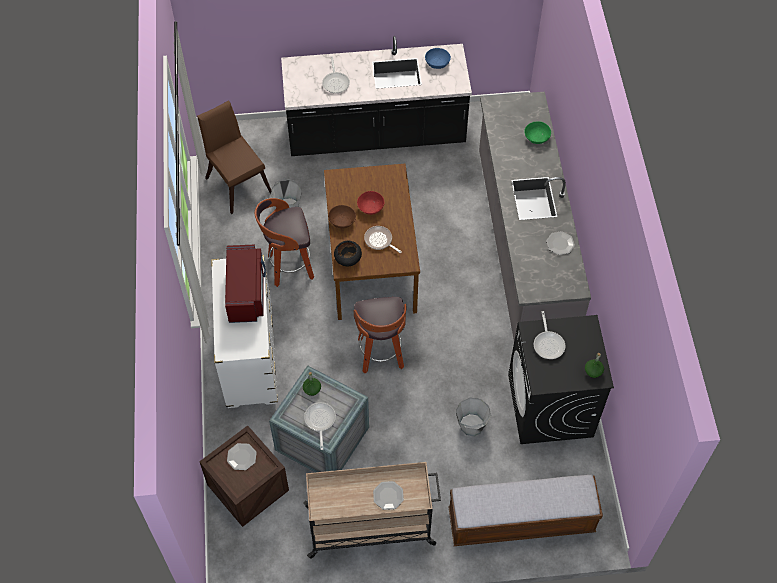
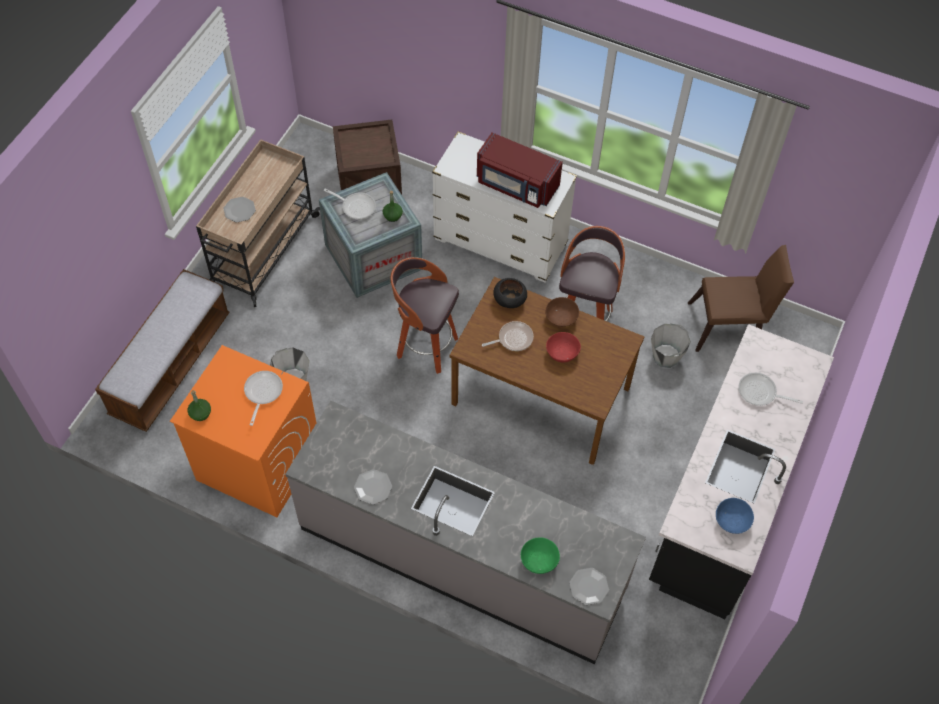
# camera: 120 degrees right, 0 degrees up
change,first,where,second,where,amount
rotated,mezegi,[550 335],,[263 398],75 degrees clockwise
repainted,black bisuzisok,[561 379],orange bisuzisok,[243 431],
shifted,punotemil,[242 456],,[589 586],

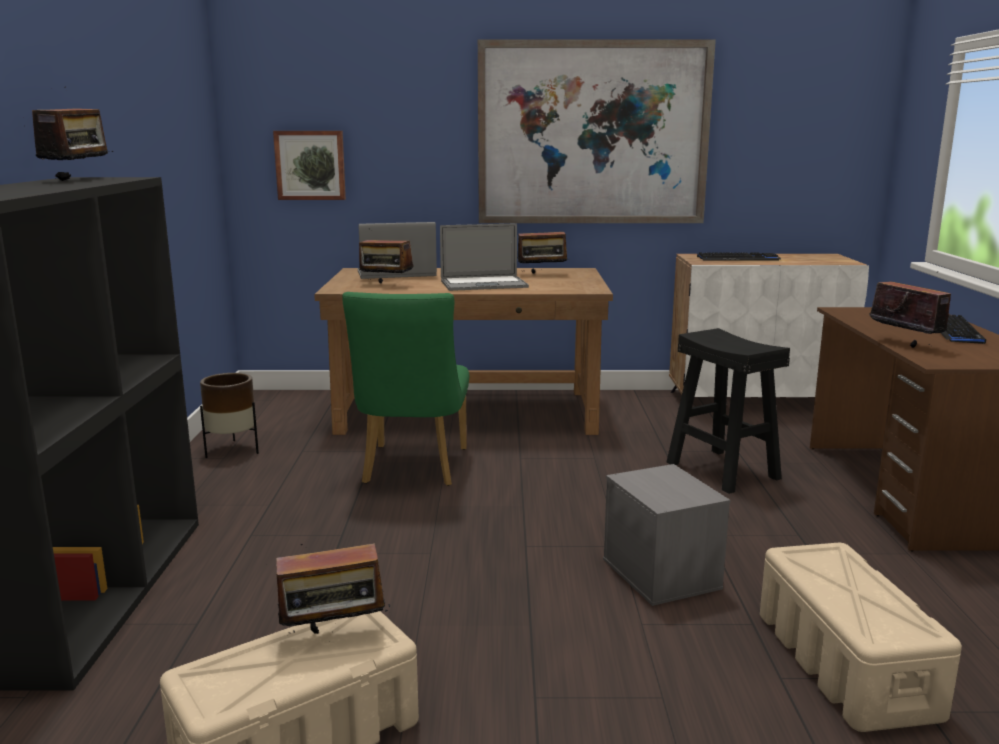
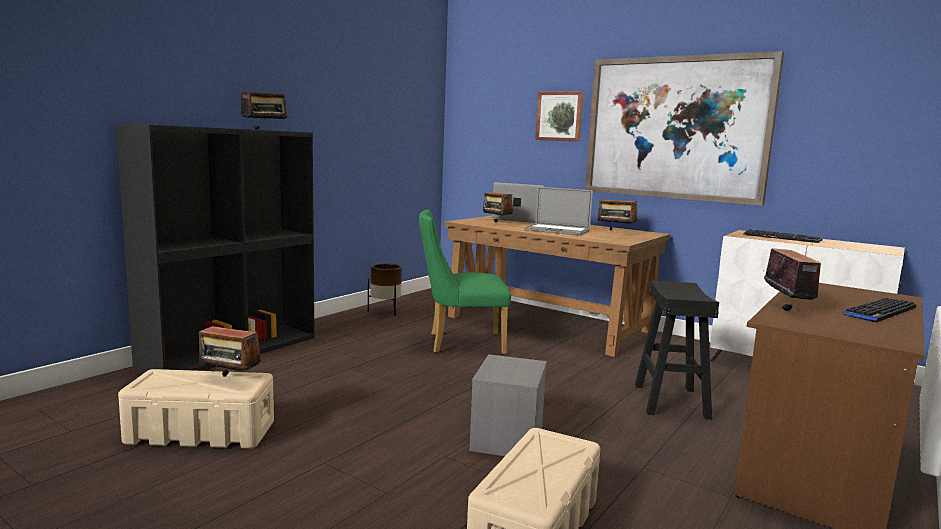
# camera: 35 degrees right, 5 degrees down
change,first,where,second,where,amount
shifted,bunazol,[309 165],,[559 116],
rotated,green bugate,[405 389],,[465 282],45 degrees clockwise

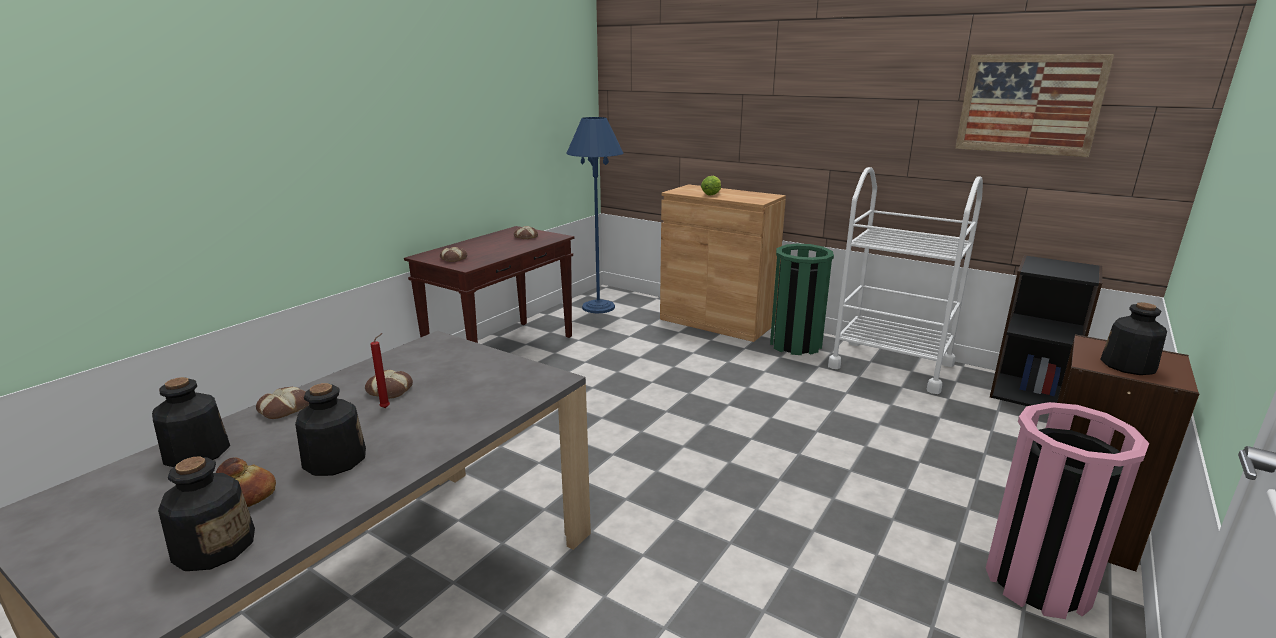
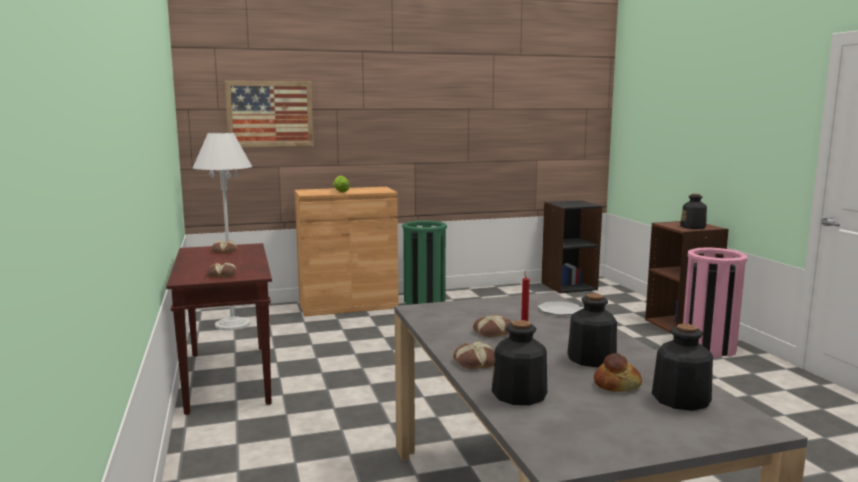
# camera: 50 degrees left, 10 degrees down
change,first,where,second,where,amount
shifted,bunazol,[1034 105],,[269 114],
repainted,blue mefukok,[594 215],white mefukok,[222 231],
gone,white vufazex,[905 280],,,
new,,,punotemil,[560 308],

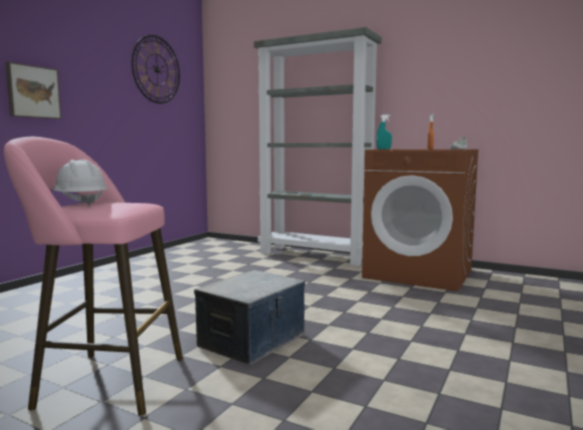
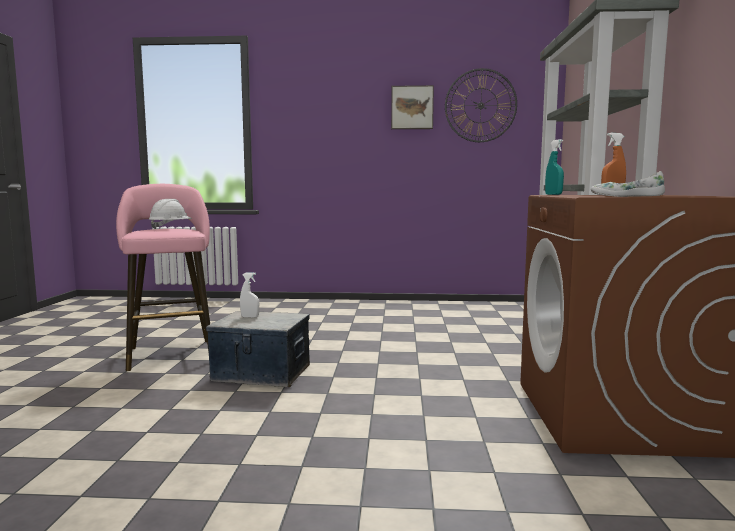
# camera: 65 degrees right, 0 degrees up
change,first,where,second,where,amount
shifted,bunazol,[33 90],,[412 107],
new,,,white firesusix,[249 295],

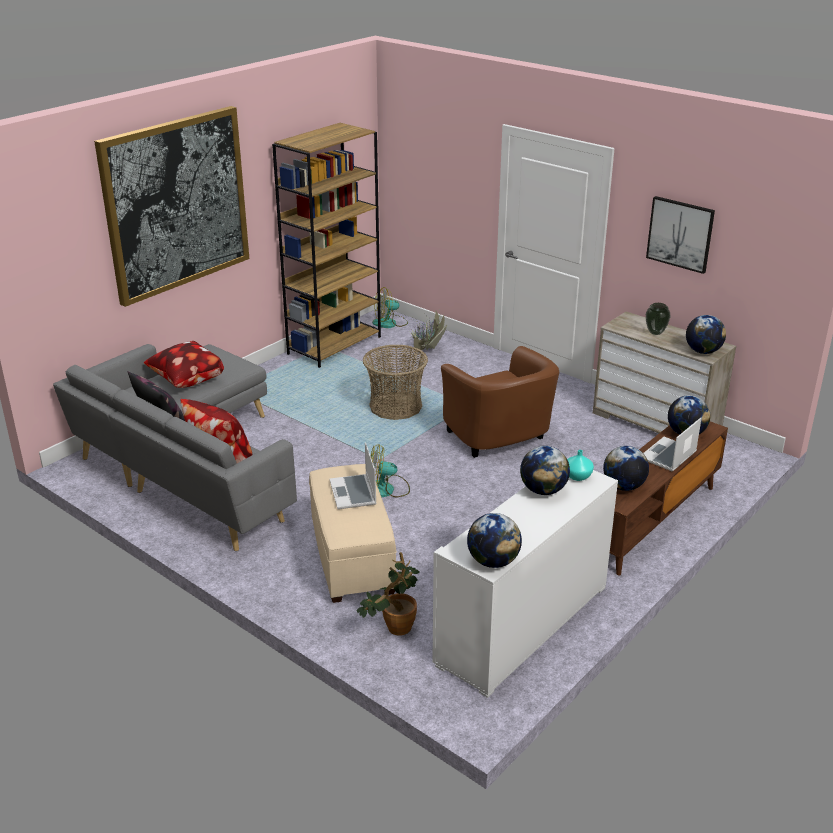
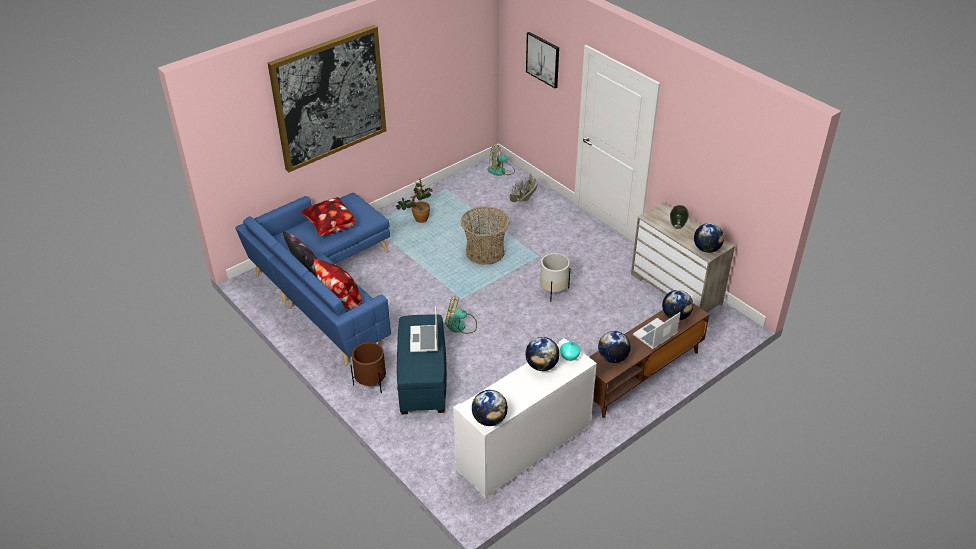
# camera: 10 degrees right, 10 degrees up
change,first,where,second,where,amount
gone,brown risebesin,[326 245],,,
shifted,bunazol,[680 235],,[542 60],
repainted,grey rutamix,[175 447],blue rutamix,[313 279],
swapped,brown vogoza,[500 402],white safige,[555 277],
repainted,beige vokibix,[353 533],blue vokibix,[422 364],
shifted,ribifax,[388 594],,[414 200],
new,,,brown safige,[368 367],

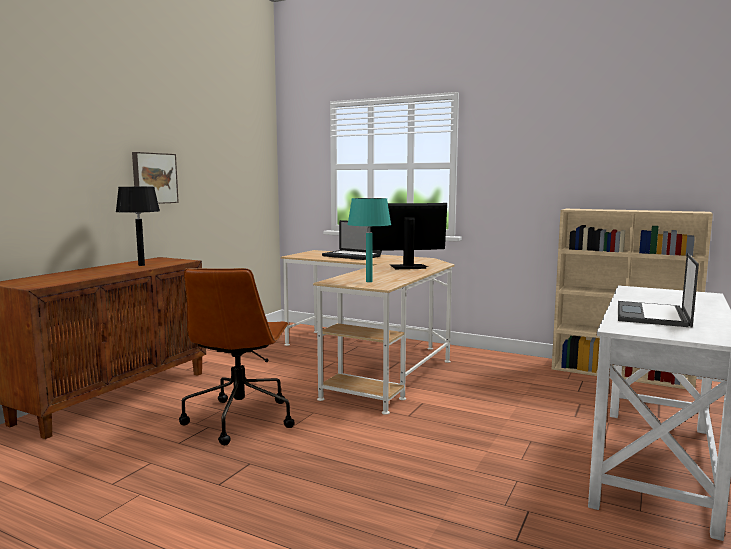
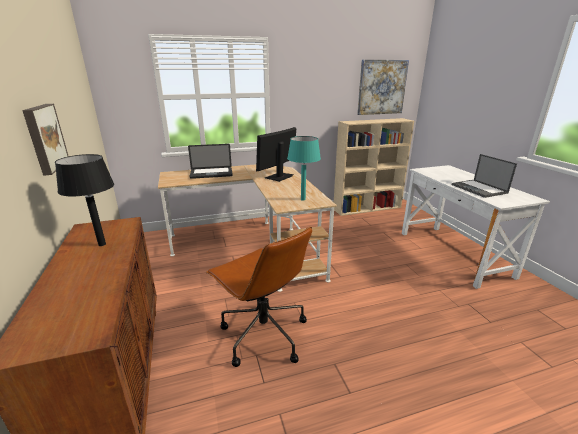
# camera: 45 degrees left, 15 degrees up
change,first,where,second,where,amount
new,,,bunazol,[383 87],

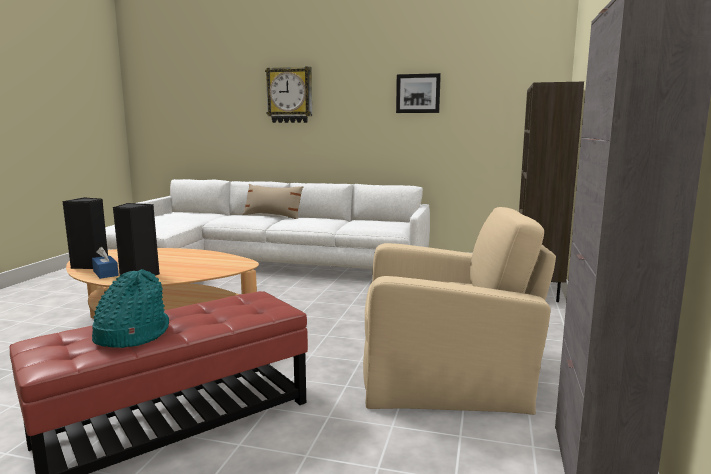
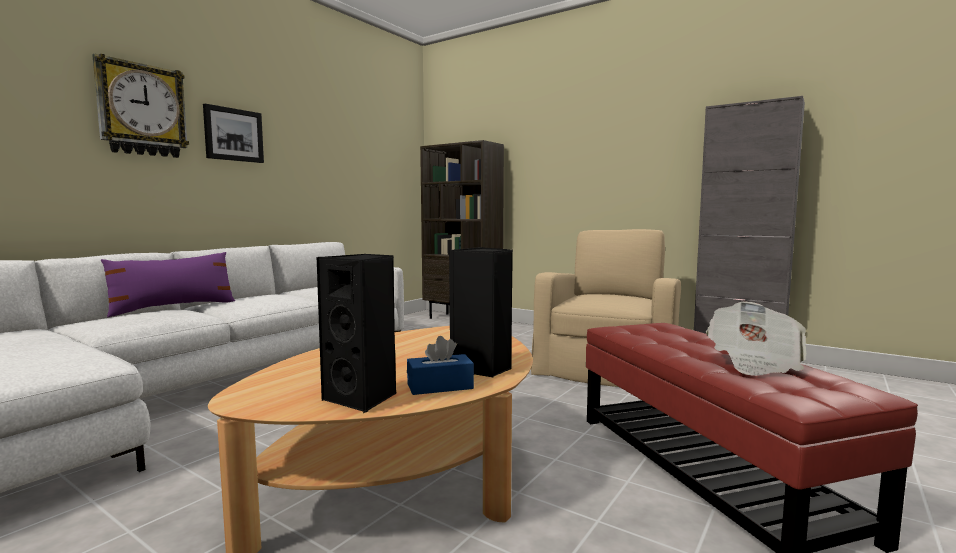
# camera: 70 degrees left, 5 degrees down
change,first,where,second,where,amount
shifted,bunazol,[418 93],,[233 133],
repainted,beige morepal,[273 201],purple morepal,[168 284],
swapped,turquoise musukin,[130 308],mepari,[756 338],

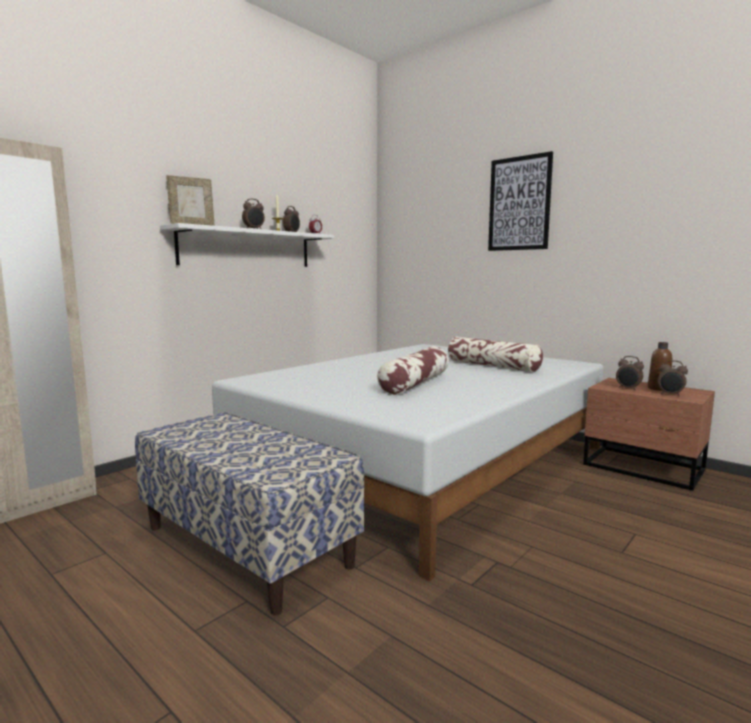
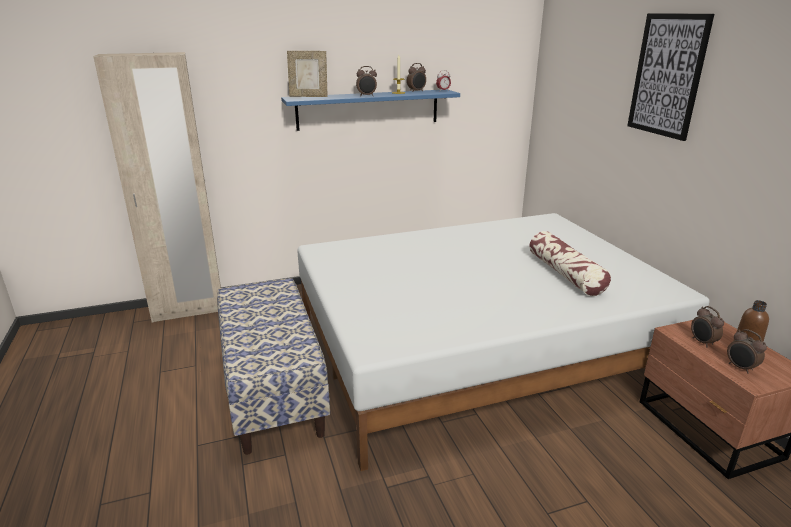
# camera: 30 degrees right, 15 degrees up
change,first,where,second,where,amount
repainted,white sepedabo,[247 245],blue sepedabo,[370 110],
gone,morepal,[413 370],,,

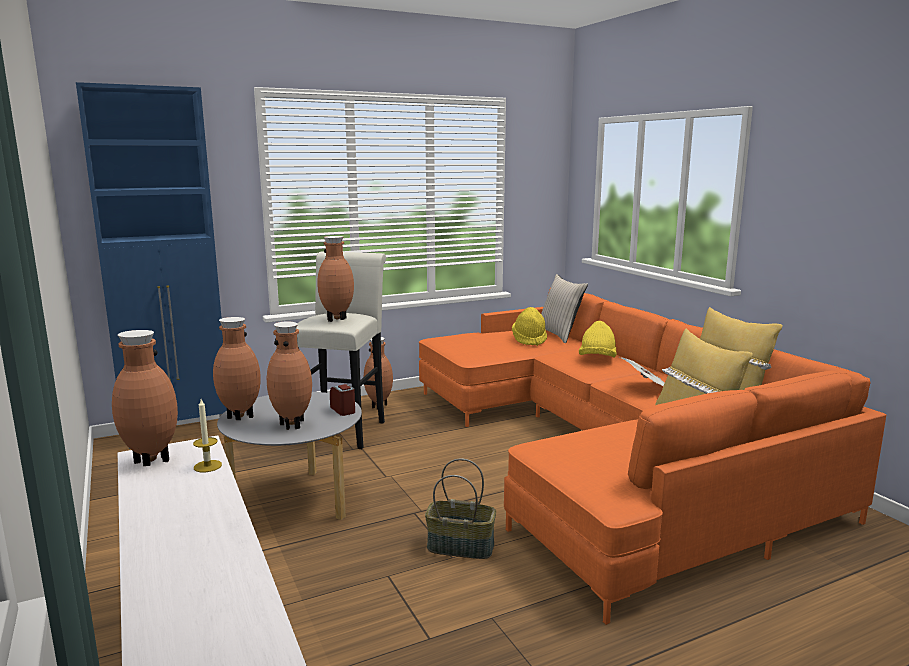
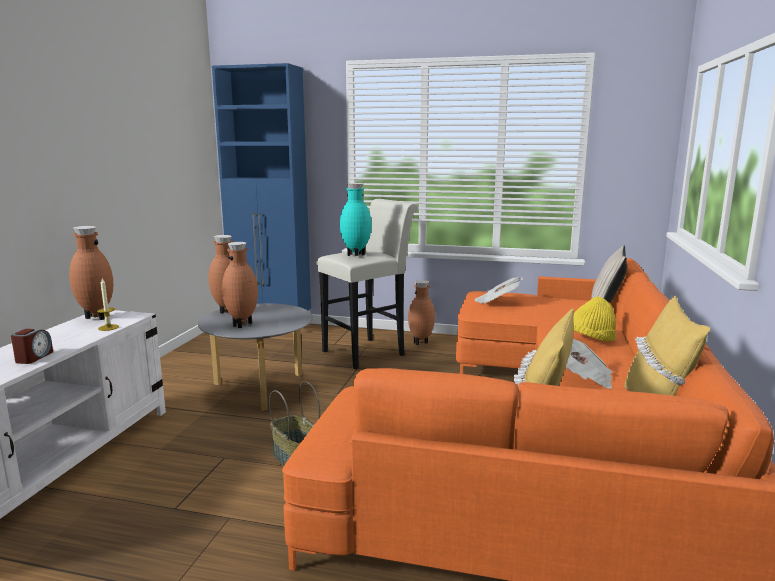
# camera: 40 degrees right, 0 degrees up
change,first,where,second,where,amount
repainted,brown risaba,[335 279],turquoise risaba,[355 219],
gone,yellow musukin,[529 326],,,
shifted,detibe,[342 400],,[32 346],
new,,,mepari,[498 290],

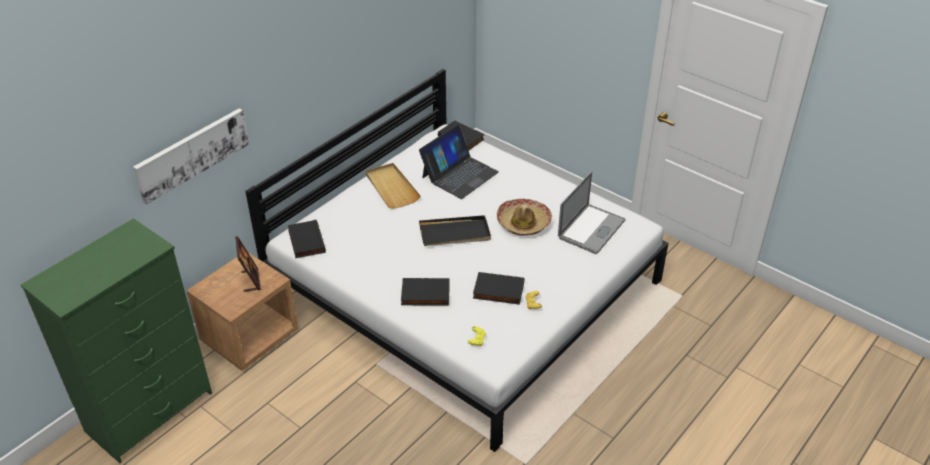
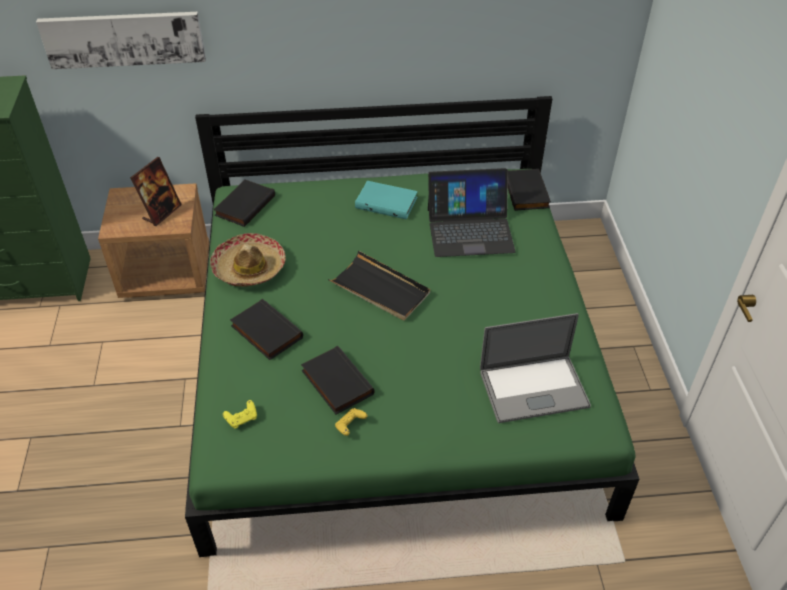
# camera: 45 degrees right, 5 degrees up
change,first,where,second,where,amount
repainted,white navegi,[456 260],green navegi,[412 326],
swapped,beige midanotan,[393 185],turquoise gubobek,[386 200],
shifted,musukin,[524 217],,[248 260],

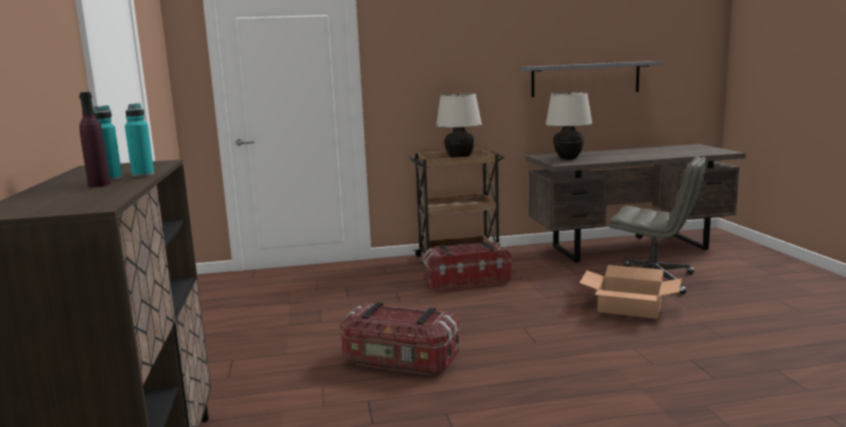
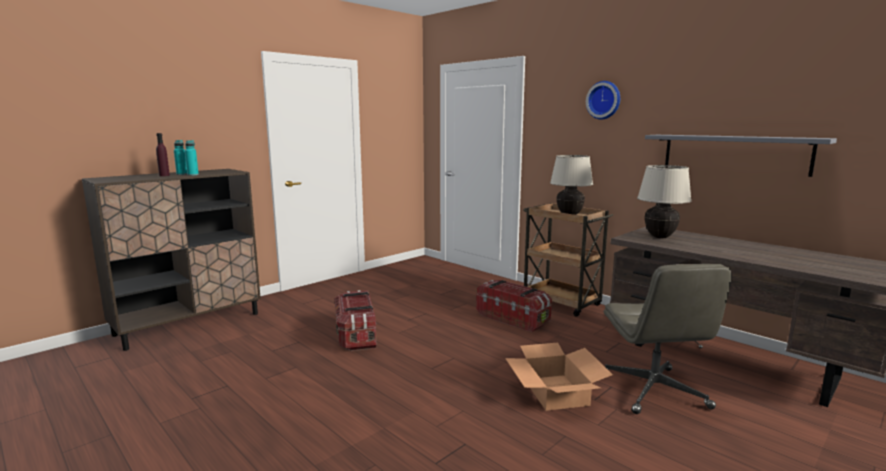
# camera: 55 degrees right, 0 degrees up
change,first,where,second,where,amount
new,,,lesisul,[603 100],

